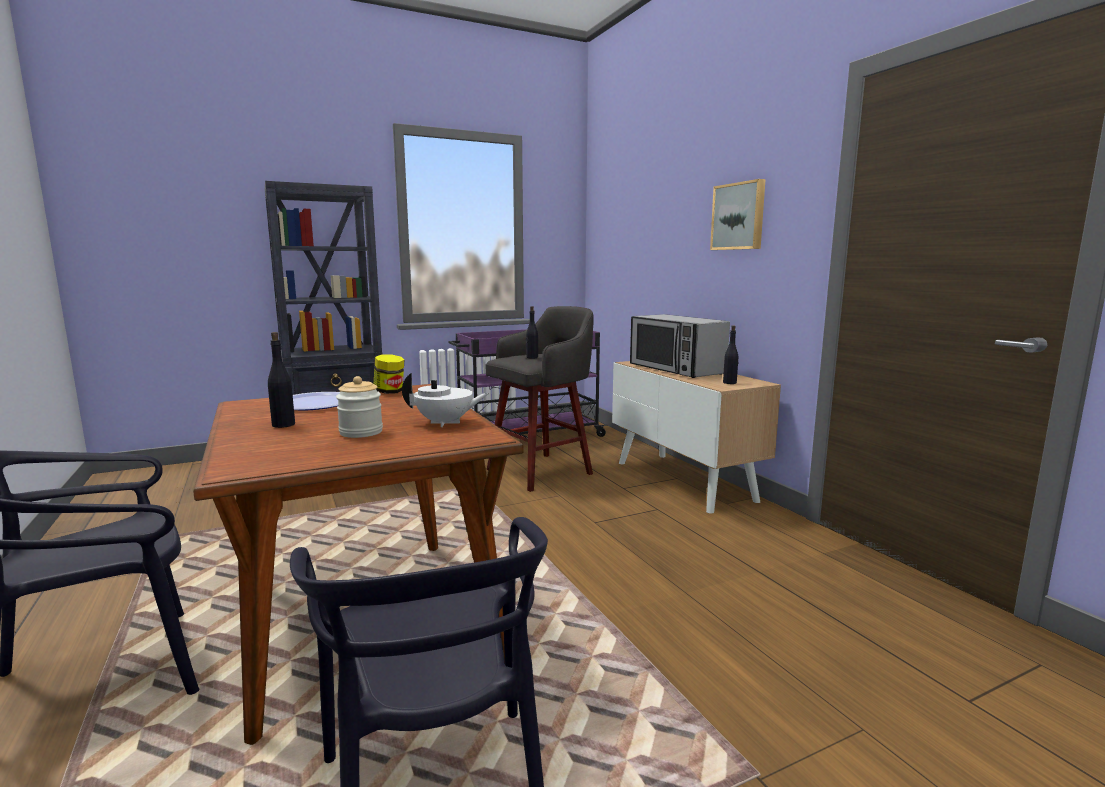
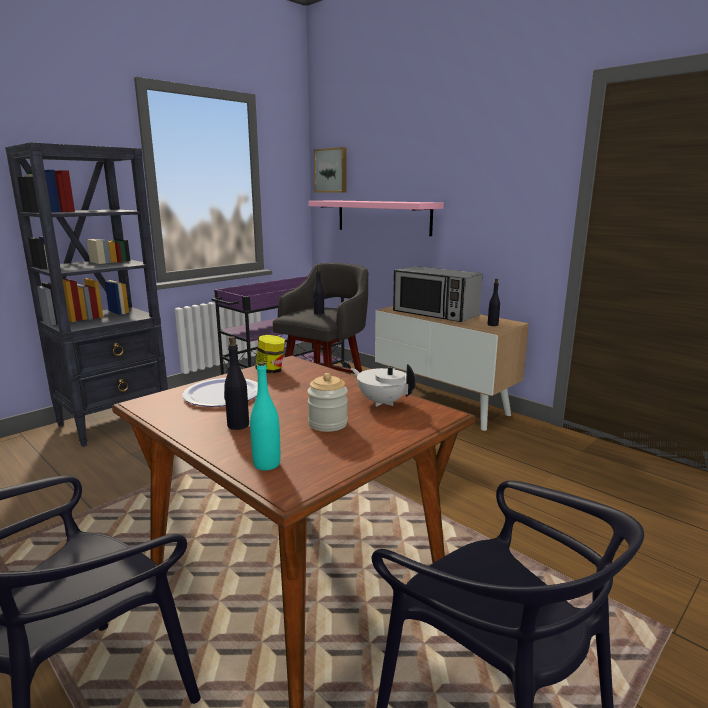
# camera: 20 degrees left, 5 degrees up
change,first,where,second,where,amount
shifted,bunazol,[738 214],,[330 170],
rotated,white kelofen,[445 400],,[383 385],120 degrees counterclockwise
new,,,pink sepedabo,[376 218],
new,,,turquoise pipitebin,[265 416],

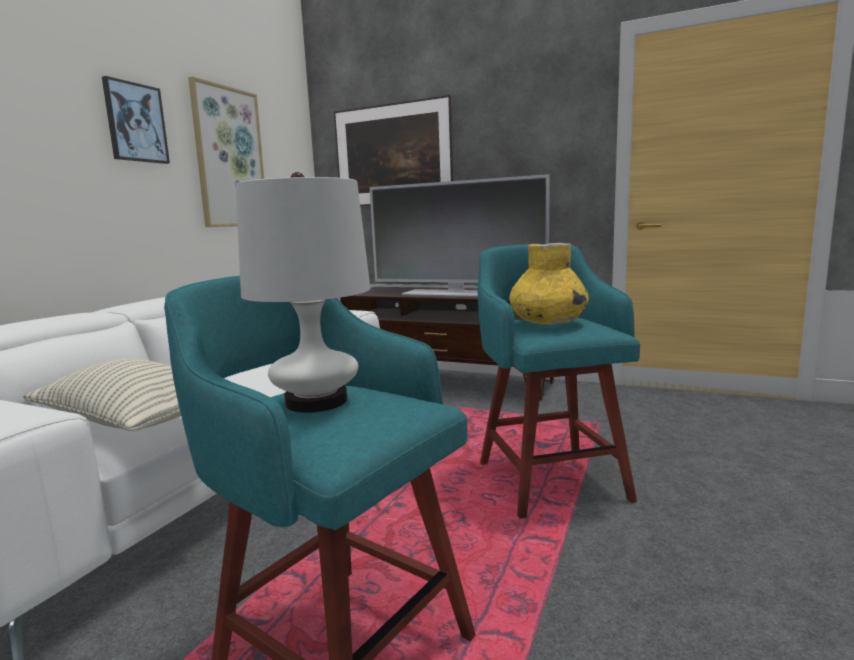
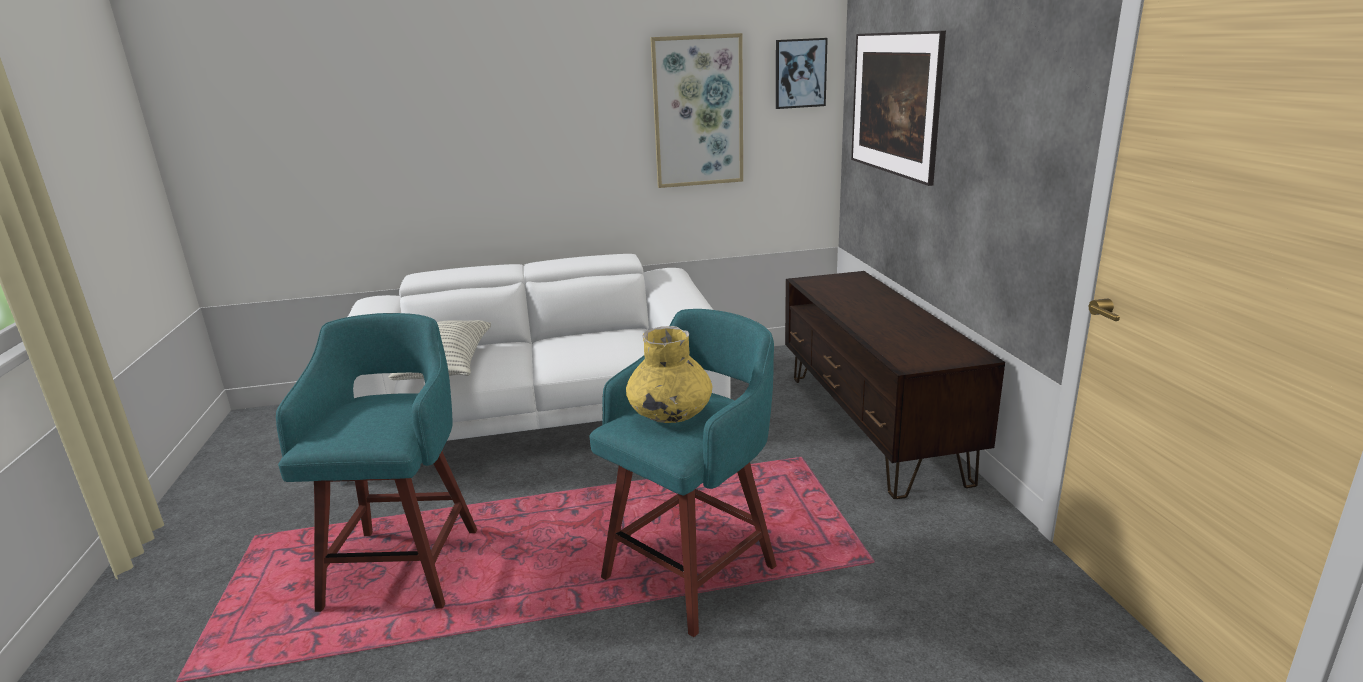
# camera: 55 degrees right, 10 degrees up
change,first,where,second,where,amount
shifted,bunazol,[136 120],,[802 73],
gone,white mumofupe,[303 292],,,
gone,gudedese,[460 235],,,

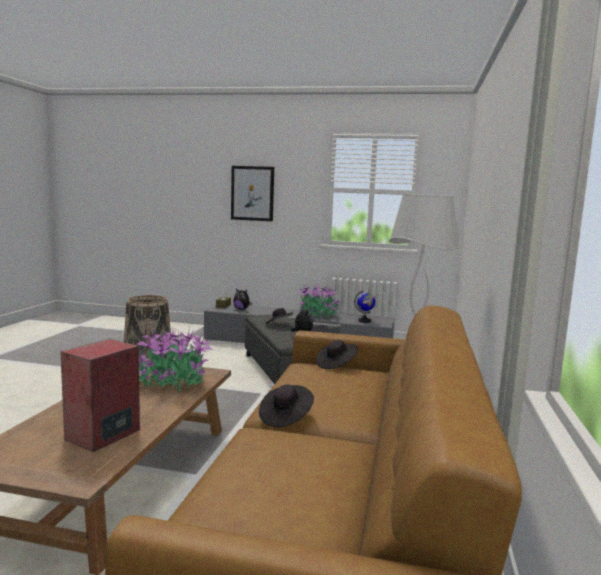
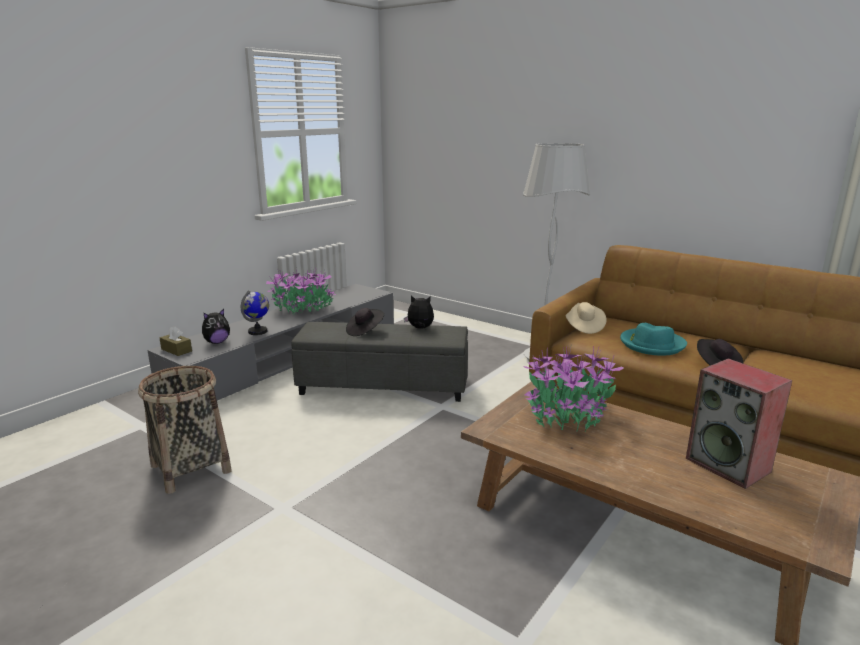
# camera: 65 degrees left, 10 degrees up
change,first,where,second,where,amount
gone,bunazol,[252 193],,,
shifted,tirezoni,[364 306],,[255 312],
repainted,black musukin,[337 354],beige musukin,[586 318],
new,,,turquoise musukin,[653 339],

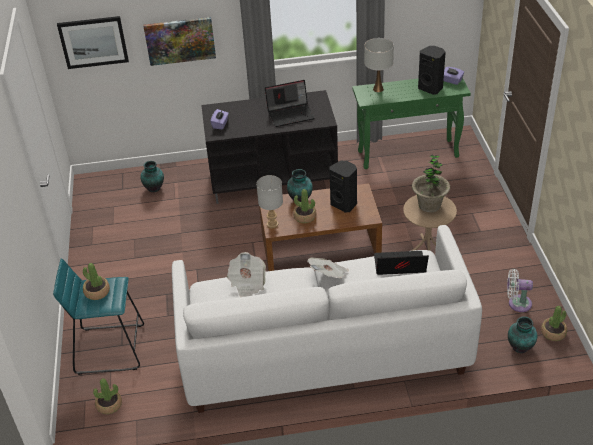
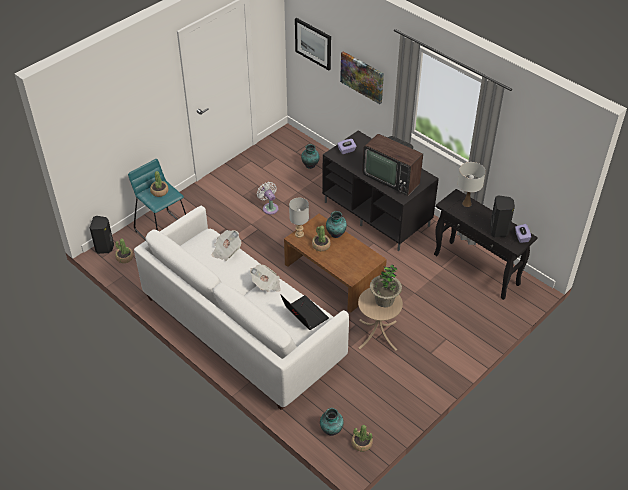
# camera: 50 degrees right, 5 degrees up
change,first,where,second,where,amount
repainted,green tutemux,[411 123],black tutemux,[486 244],
swapped,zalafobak,[290 103],gudedese,[392 165],
shifted,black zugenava,[343 187],,[102 235],
shifted,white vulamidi,[520 290],,[268 198],

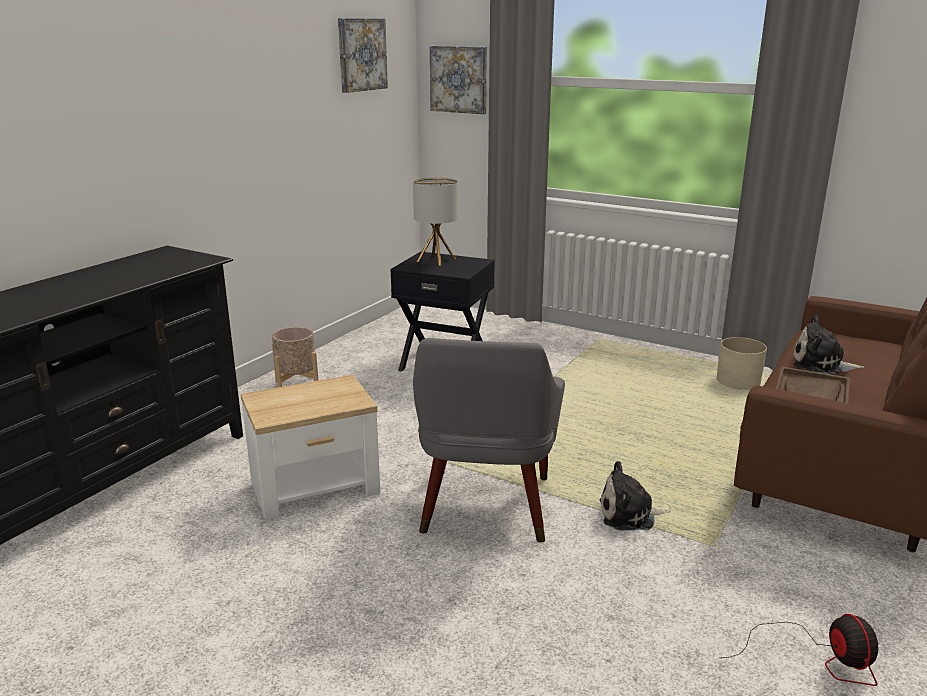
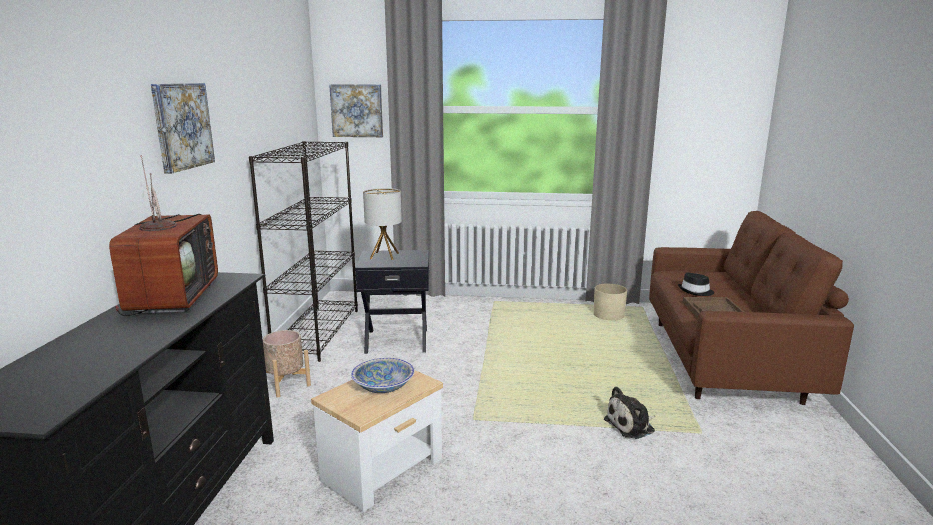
# camera: 25 degrees left, 5 degrees down
change,first,where,second,where,amount
shifted,bunazol,[363 55],,[183 128],
swapped,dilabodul,[829 345],black musukin,[696 284],
gone,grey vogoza,[489 440],,,
gone,vulamidi,[800 650],,,
new,,,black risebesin,[303 251],
new,,,gudedese,[163 235],
new,,,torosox,[383 375],

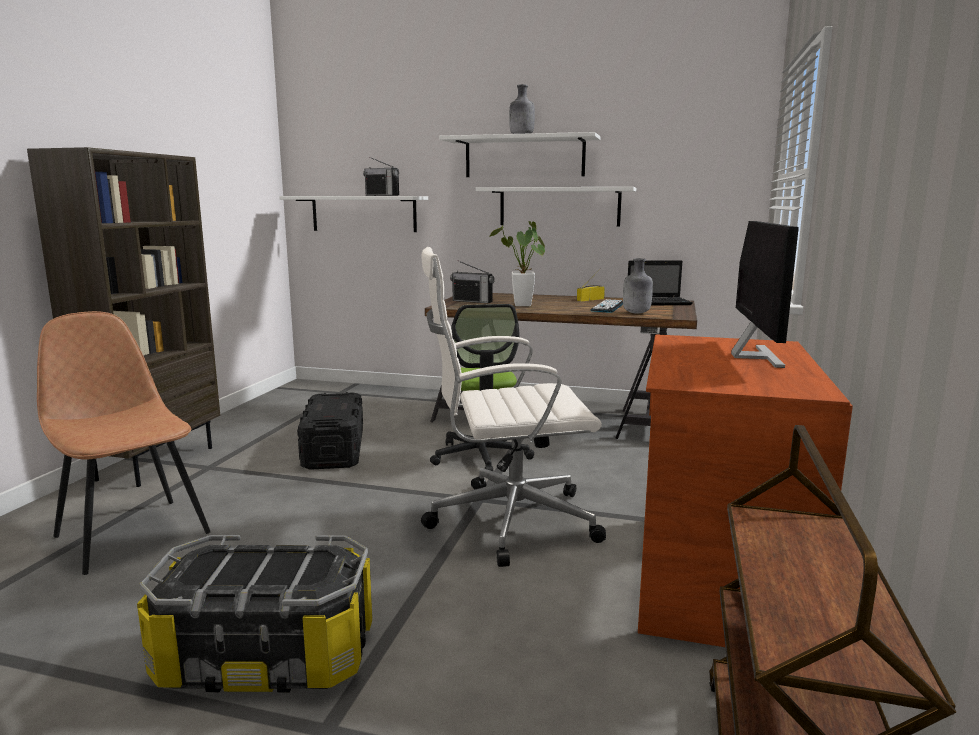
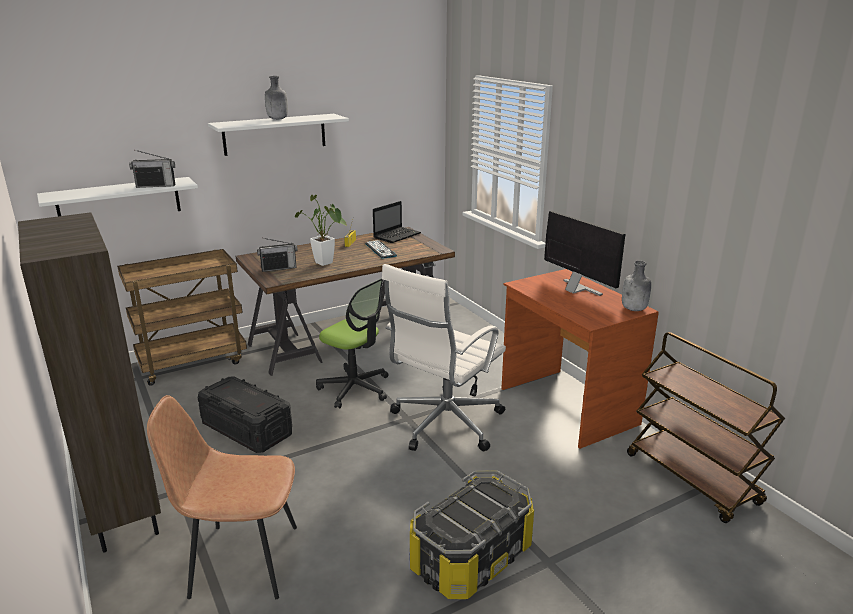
# camera: 45 degrees left, 10 degrees up
change,first,where,second,where,amount
gone,white sepedabo,[556 207],,,
shifted,grey pipitebin,[638 286],,[636 286],
new,,,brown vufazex,[182 317],

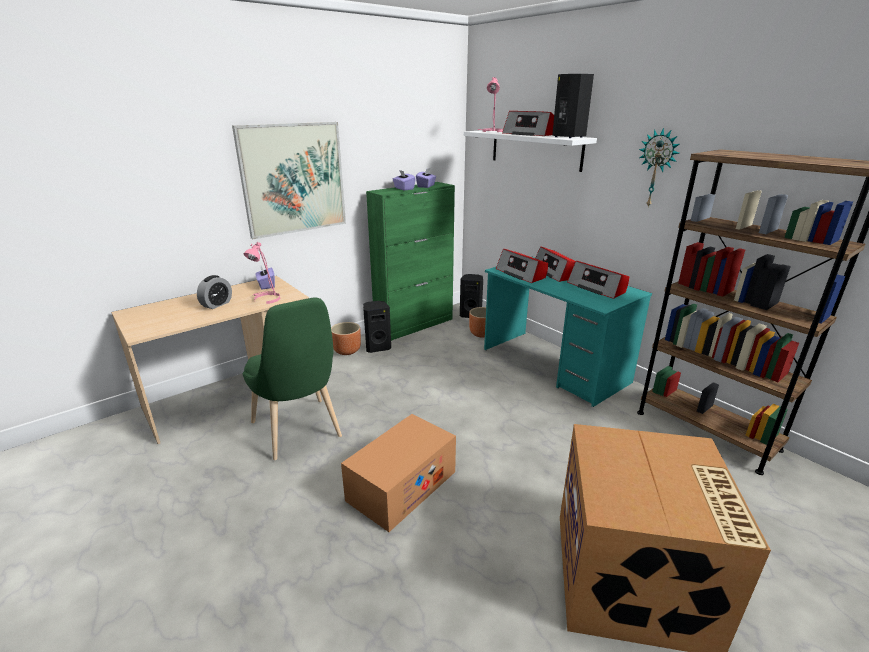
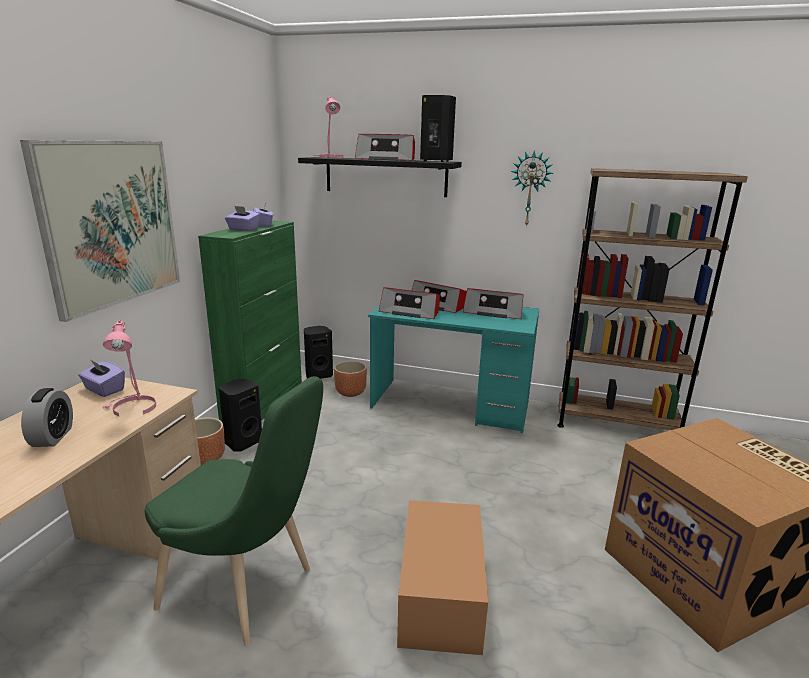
# camera: 35 degrees left, 5 degrees down
change,first,where,second,where,amount
repainted,white sepedabo,[530 151],black sepedabo,[380 177],

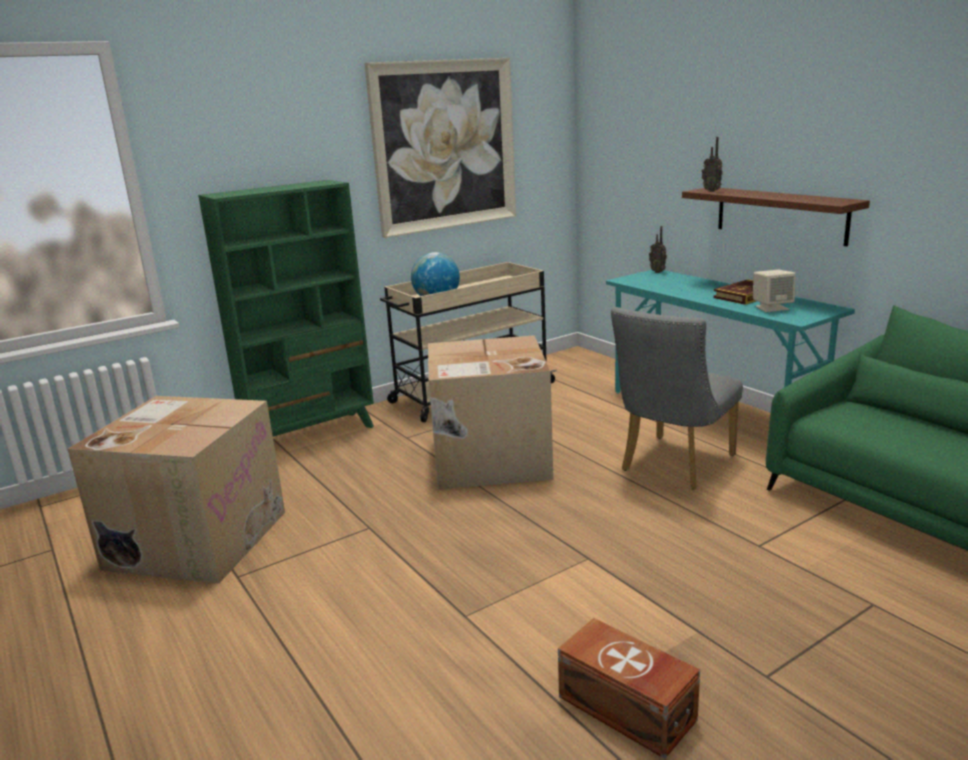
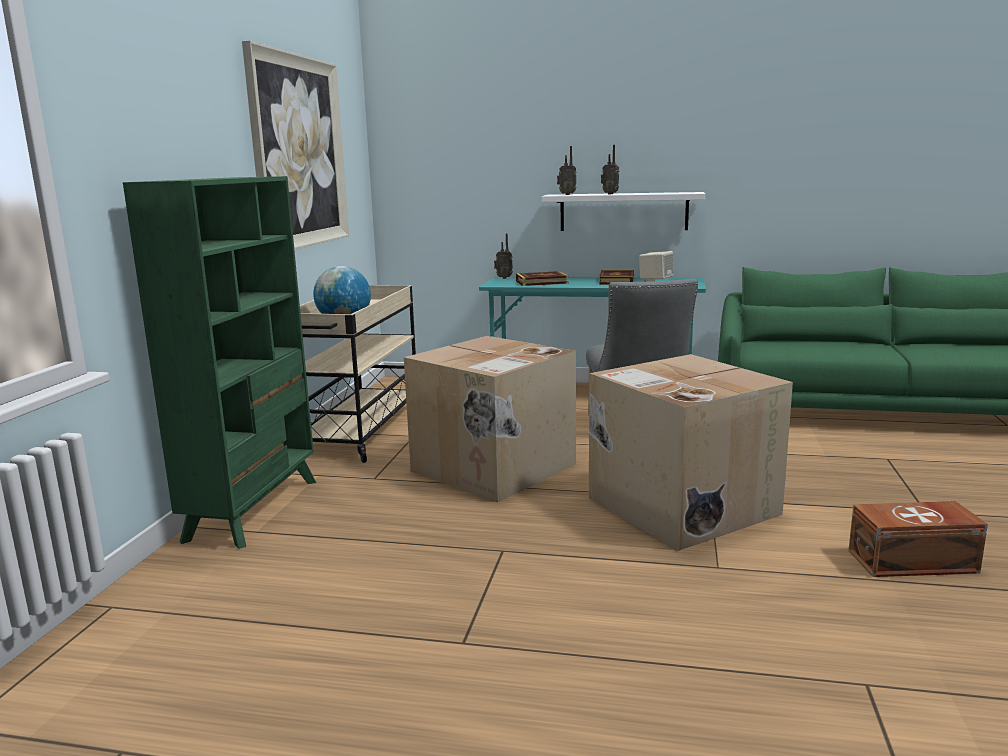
# camera: 45 degrees left, 5 degrees down
change,first,where,second,where,amount
repainted,brown sepedabo,[776 217],white sepedabo,[623 211],
shifted,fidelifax,[176 490],,[691 452],
new,,,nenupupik,[610 169],
new,,,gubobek,[542 278],

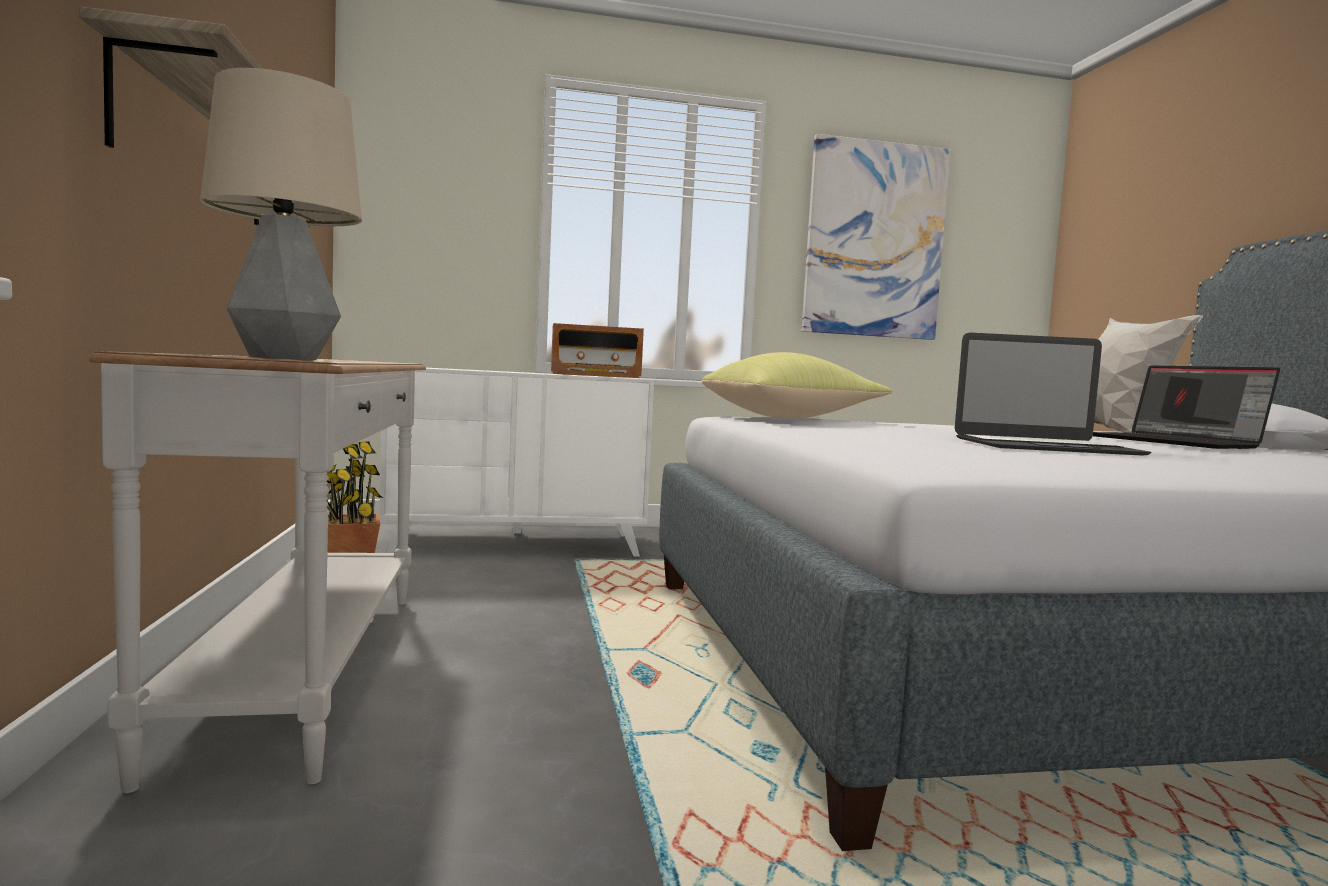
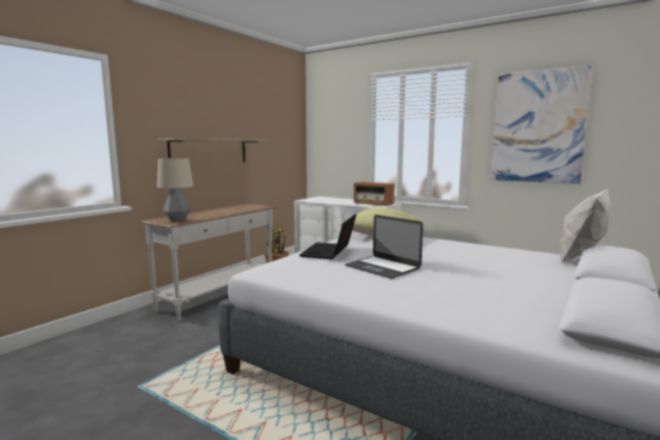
# camera: 45 degrees right, 5 degrees up
change,first,where,second,where,amount
shifted,zalafobak,[1186 407],,[328 236],

